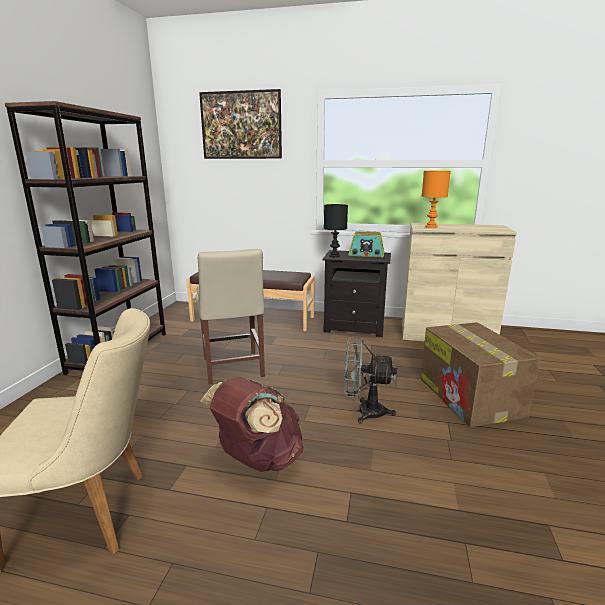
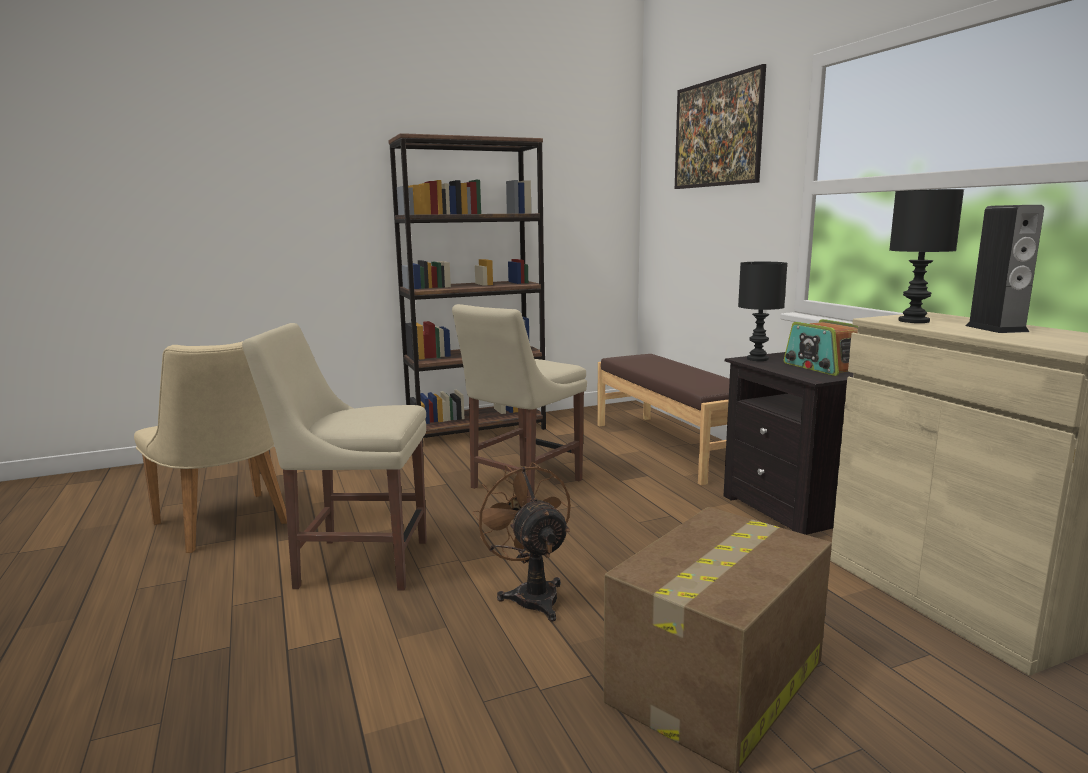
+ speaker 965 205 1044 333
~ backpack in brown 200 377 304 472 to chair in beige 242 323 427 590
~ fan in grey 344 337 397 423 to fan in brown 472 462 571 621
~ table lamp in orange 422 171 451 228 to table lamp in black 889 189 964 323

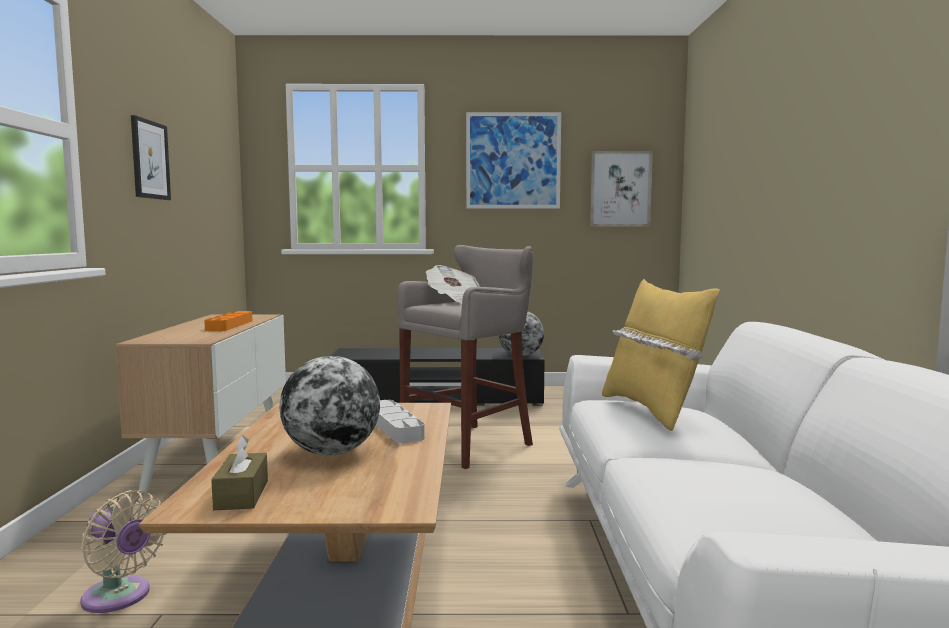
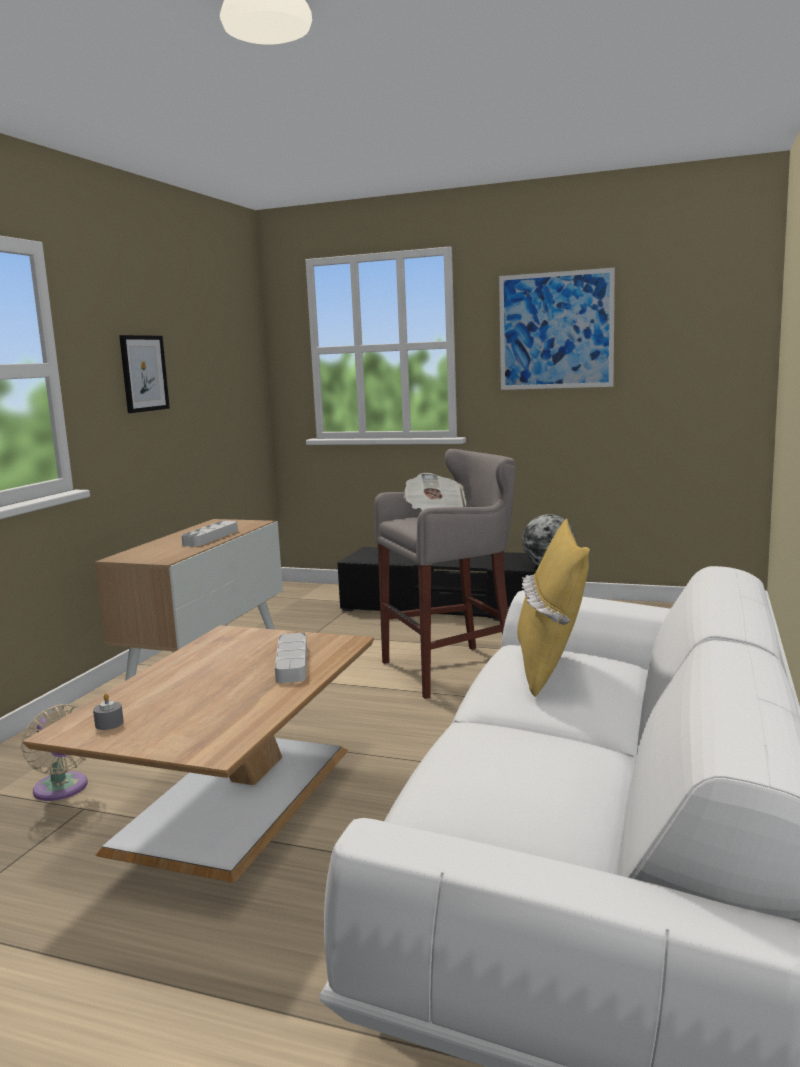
- globe 280 356 380 456
- picture 590 151 653 226
~ tissue box in brown 211 435 268 510 to candle in grey 93 693 124 730
~ tray in orange 204 311 253 331 to tray in grey 181 521 238 547

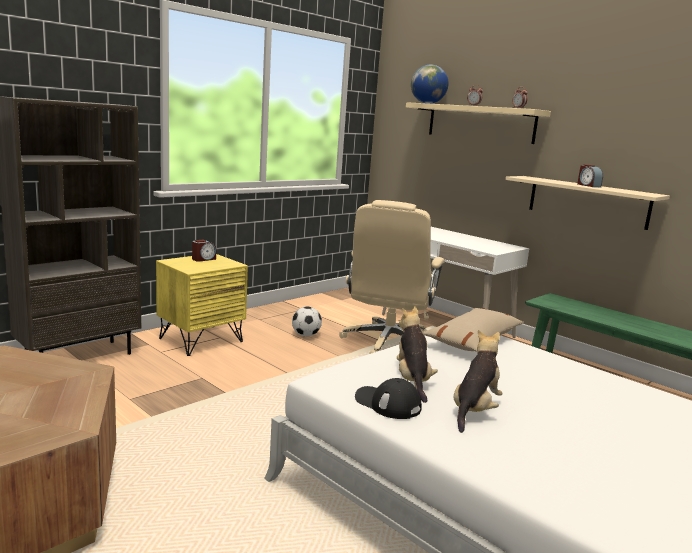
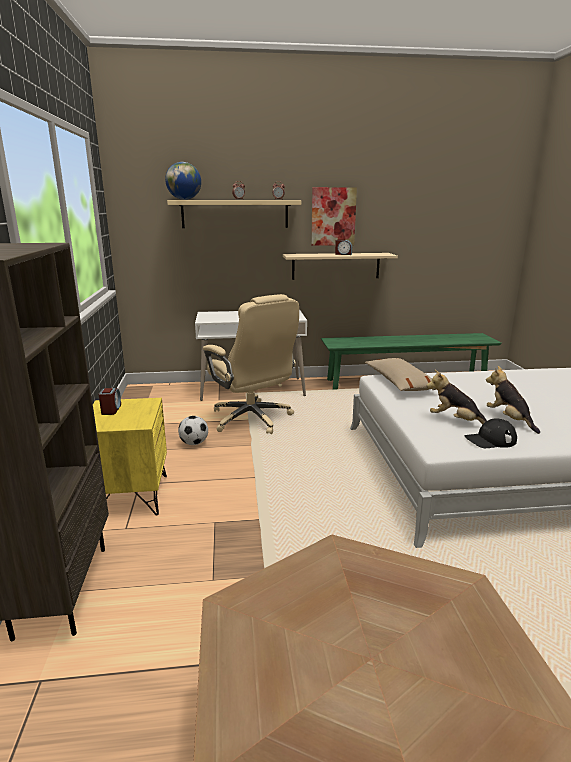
+ picture 311 187 357 246

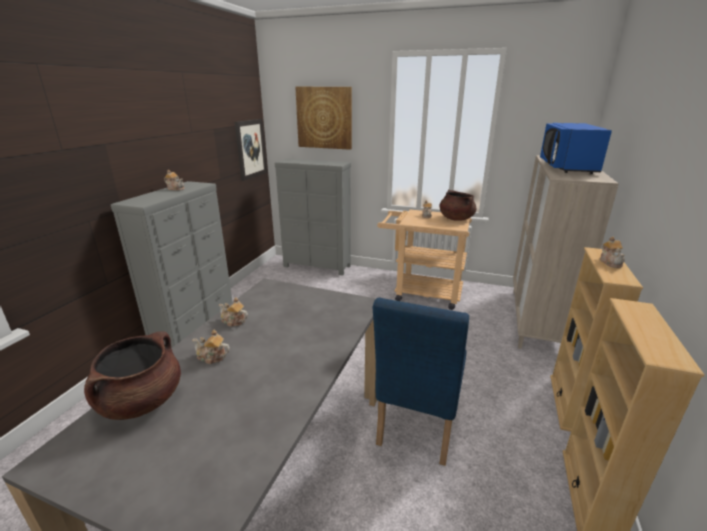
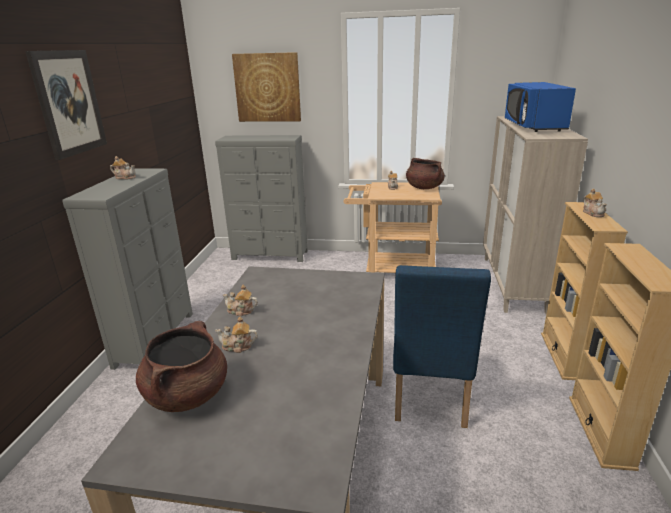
~ picture 235 119 267 181 to 25 50 107 160

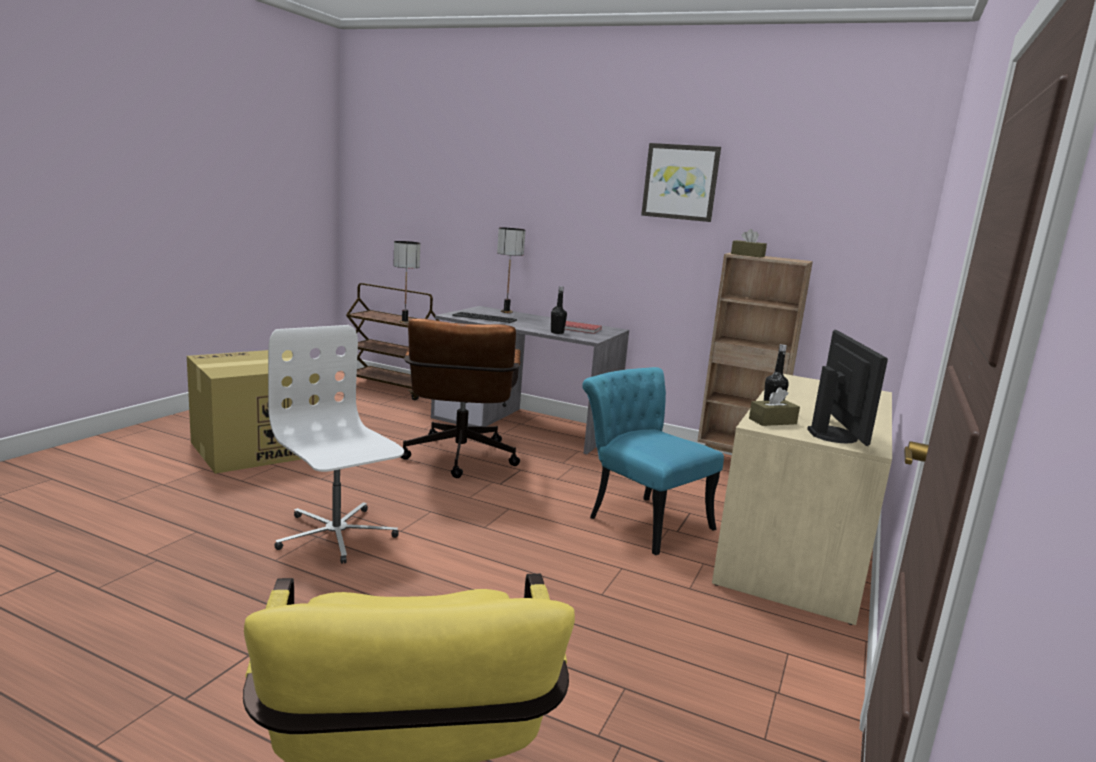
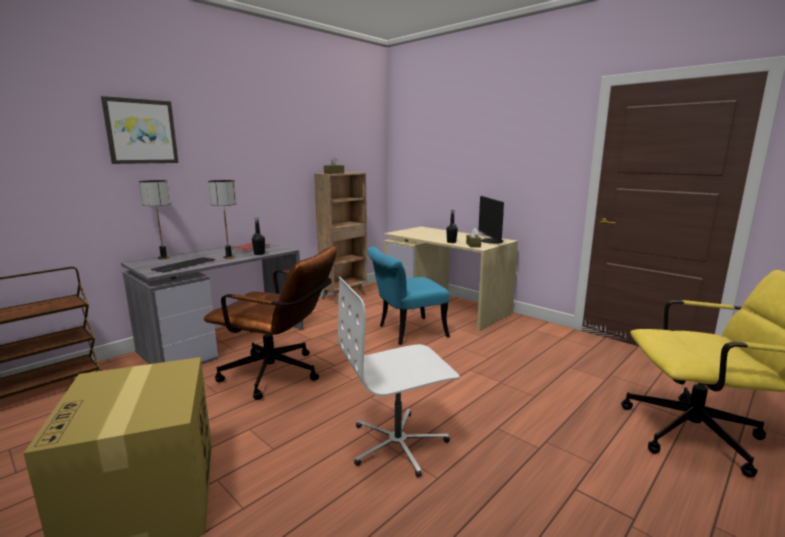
~ table lamp 393 241 420 324 to 208 180 237 259
~ picture 641 143 721 222 to 101 96 178 164
~ monitor 807 330 888 446 = 478 196 504 244 120 degrees counterclockwise

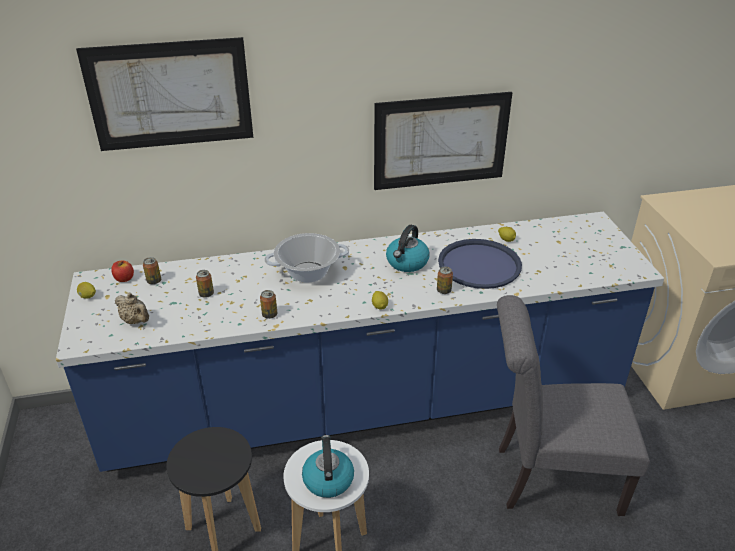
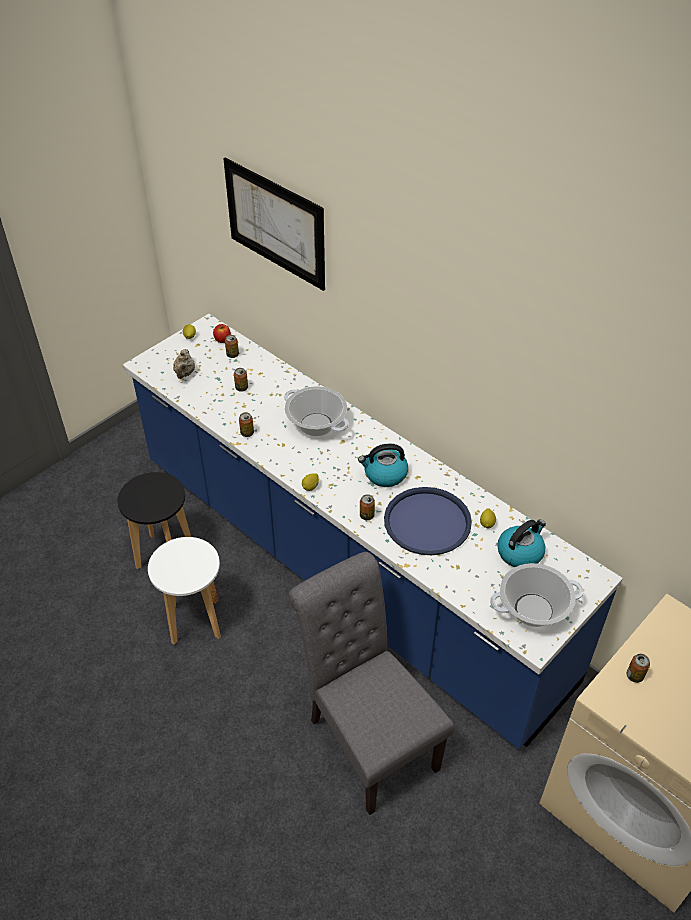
- picture 374 92 512 190
+ cooking pot 490 563 584 627
+ can 627 654 650 683
~ kettle 302 435 354 498 to 497 519 546 567

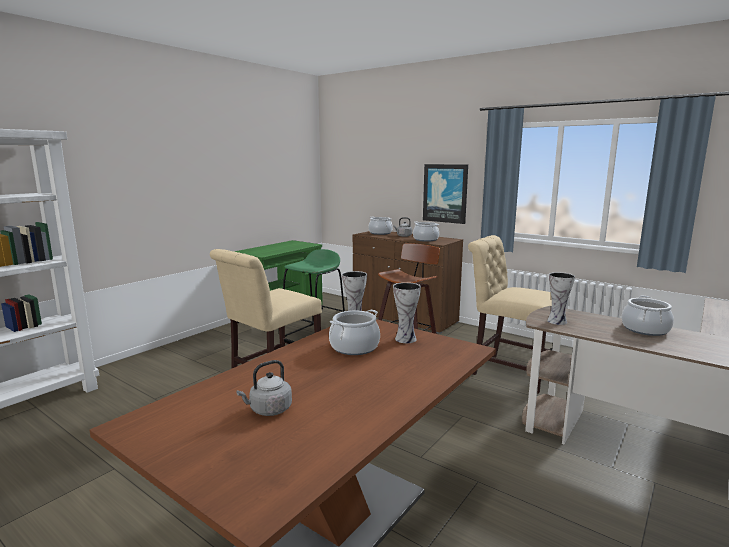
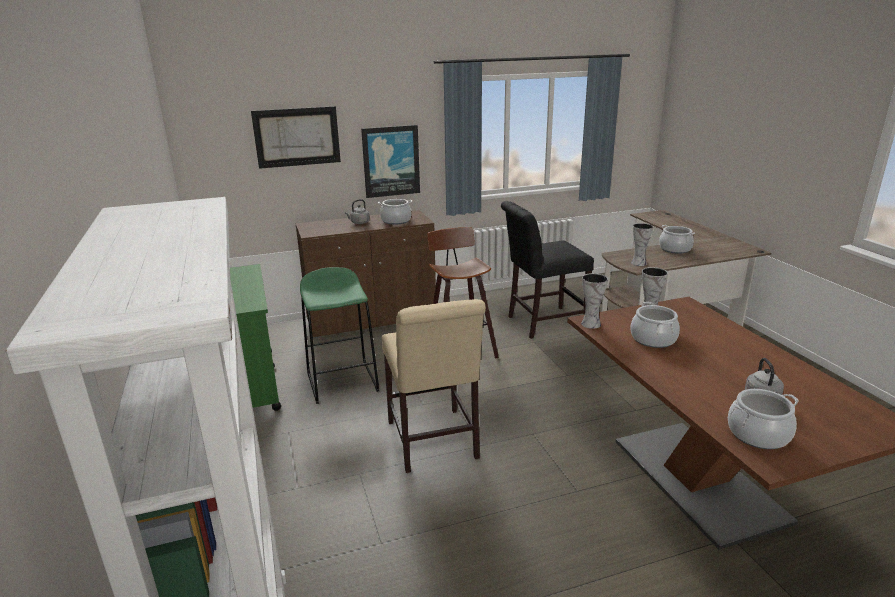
+ picture 251 106 341 169
~ cooking pot 369 217 393 235 to 728 389 799 449
~ chair in beige 468 235 552 394 to chair in black 501 201 594 339

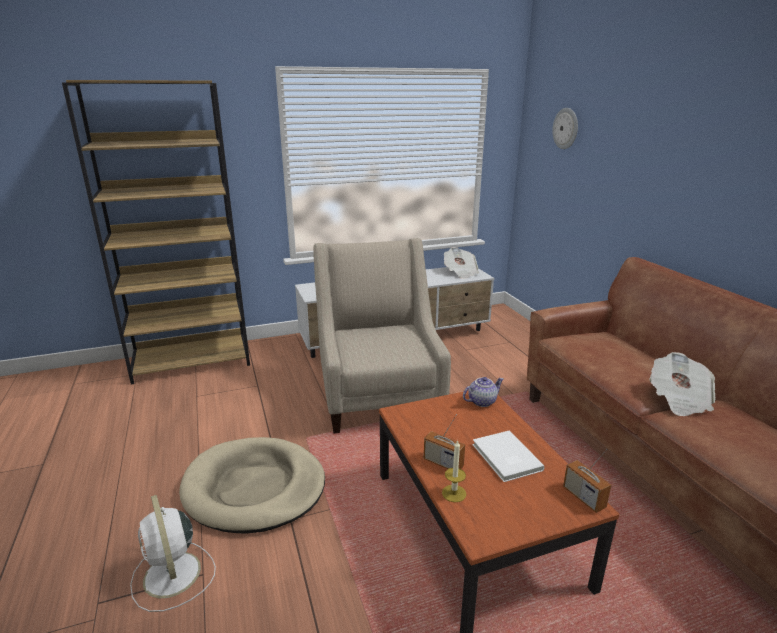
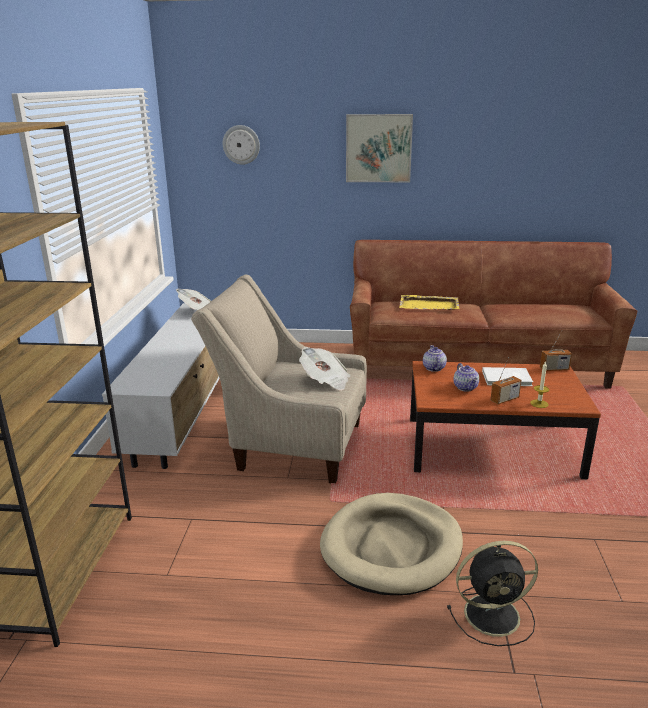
+ picture 346 114 413 182
+ tray in yellow 399 295 459 310
+ teapot 453 363 479 392
~ newspaper 649 352 715 416 to 299 347 351 390
~ fan in white 130 495 216 612 to fan in black 447 541 538 646

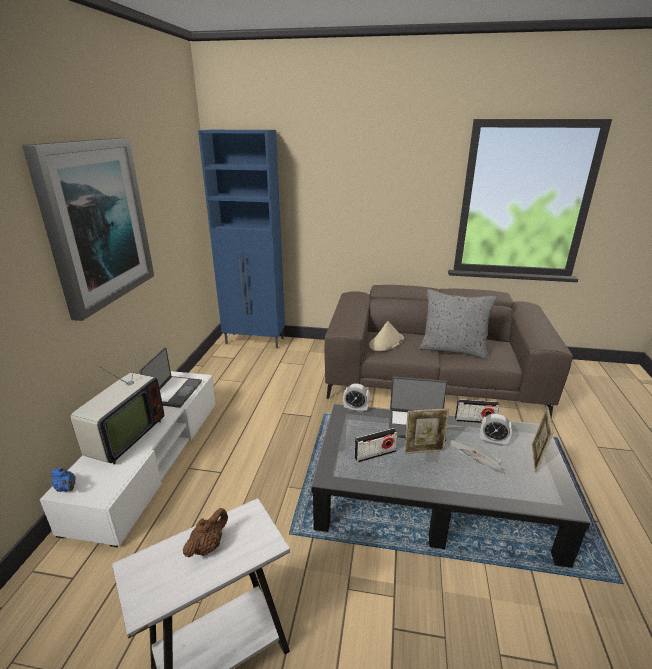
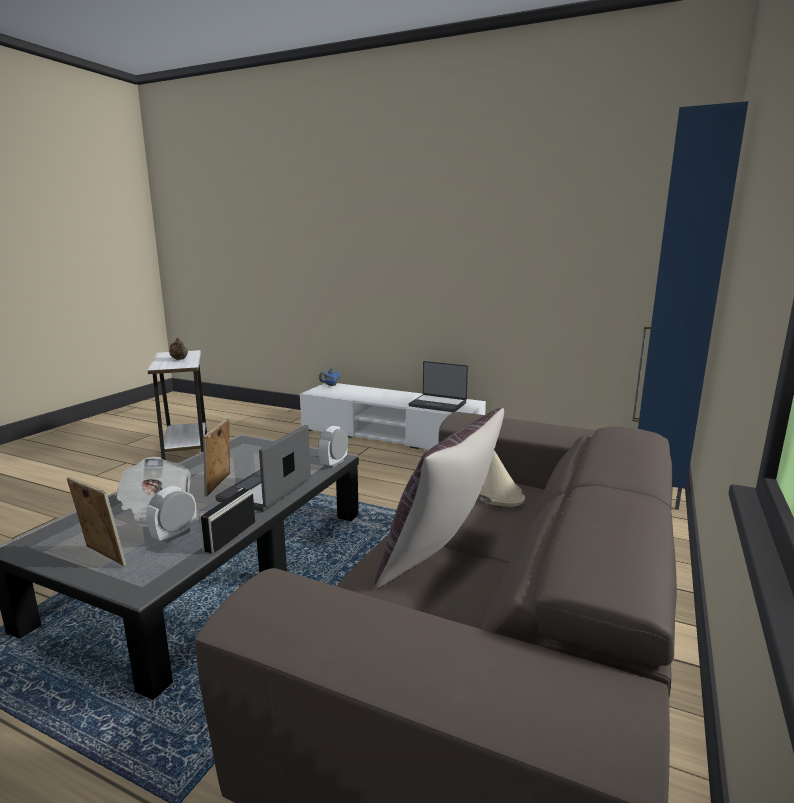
- picture 22 138 154 321
- television 70 339 164 464
- radio 355 428 398 462
~ pillow in grey 419 289 497 359 to pillow in brown 374 408 504 589

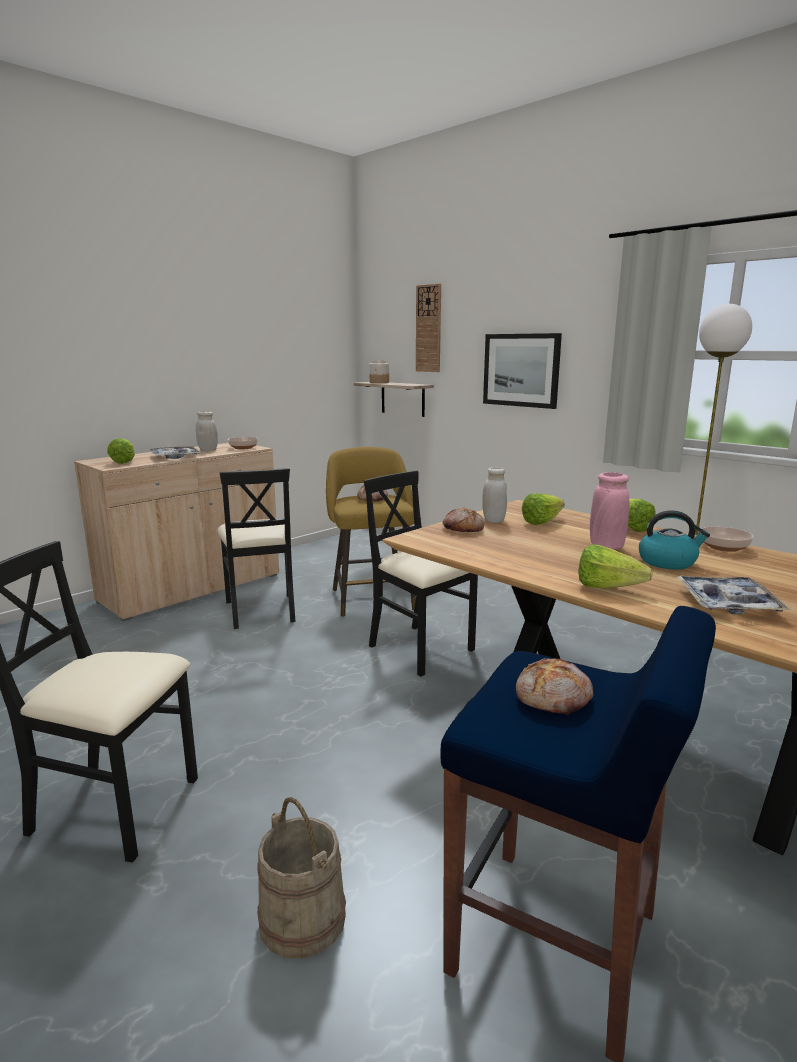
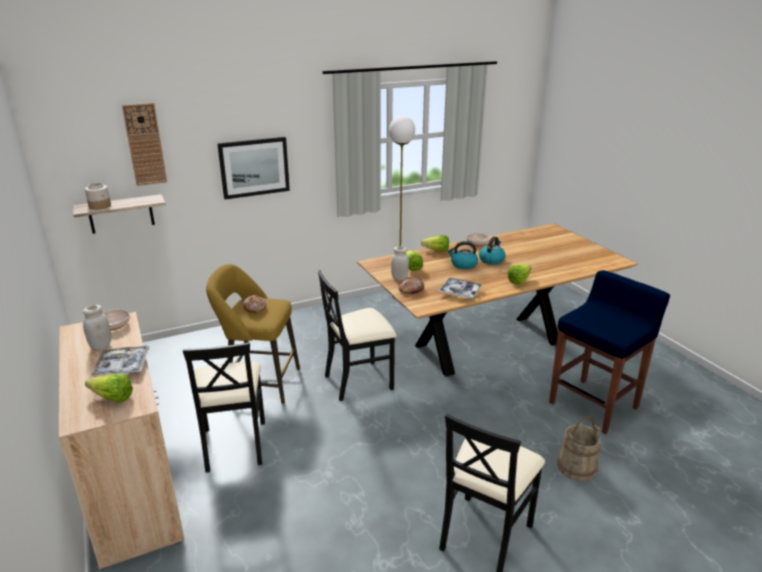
- bread 516 658 593 714
~ tray 677 576 790 614 to 438 278 484 299
~ vase in pink 590 472 629 550 to kettle 448 241 478 269
~ chair in black 217 468 295 629 = 183 342 265 473 75 degrees clockwise

